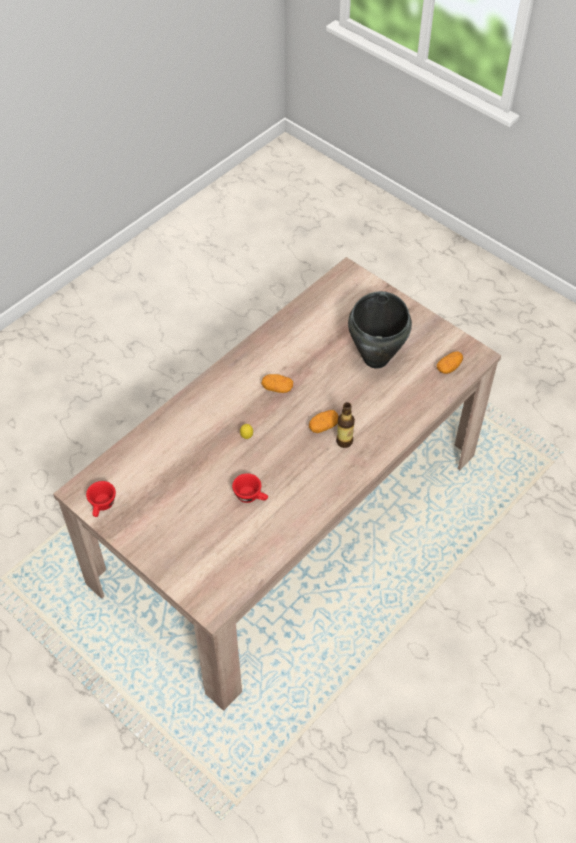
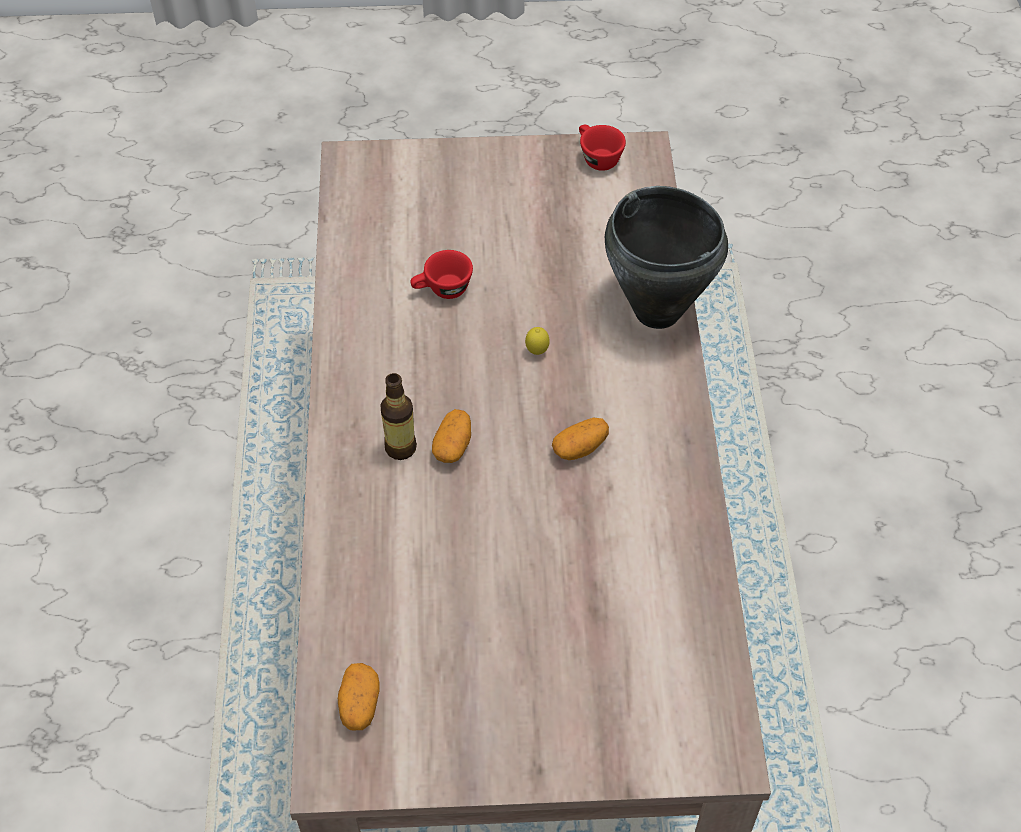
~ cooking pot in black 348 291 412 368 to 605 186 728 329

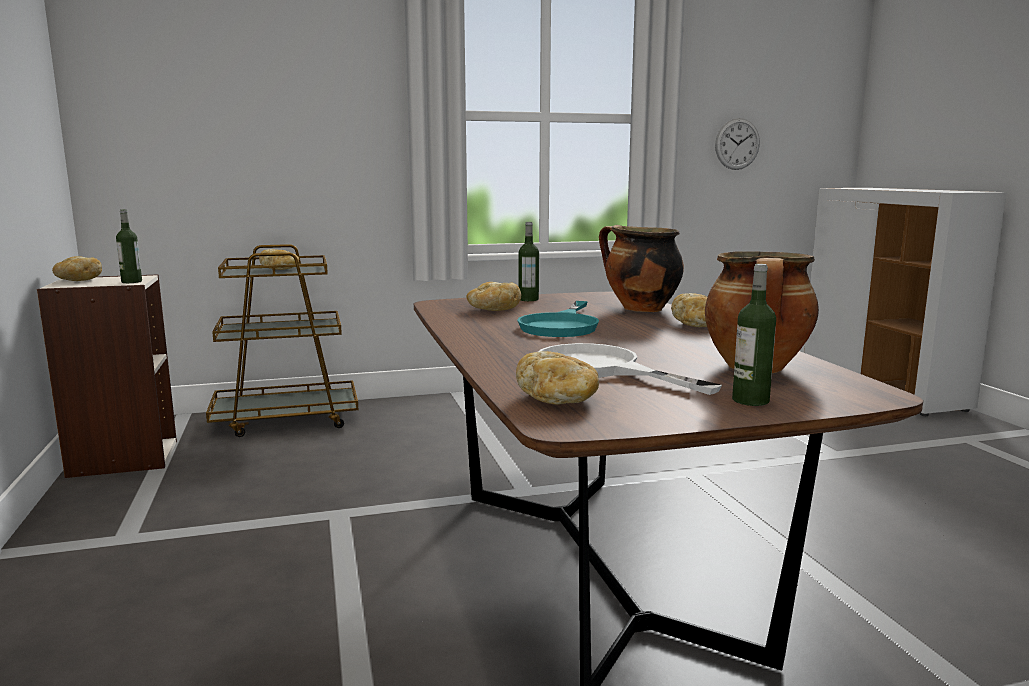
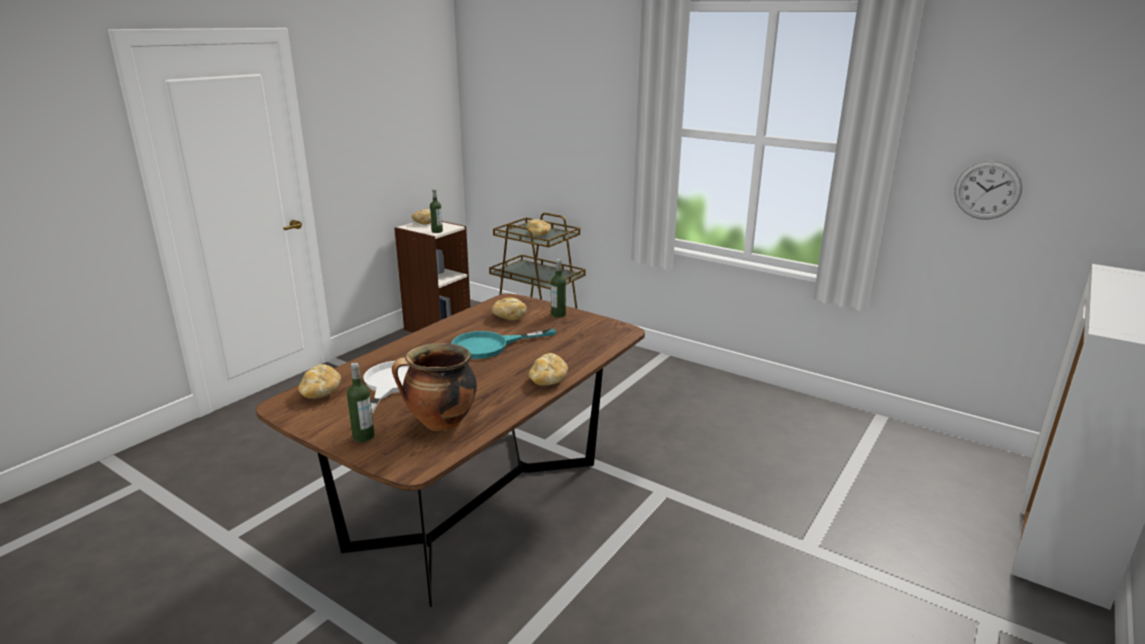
- cooking pot 599 225 684 312

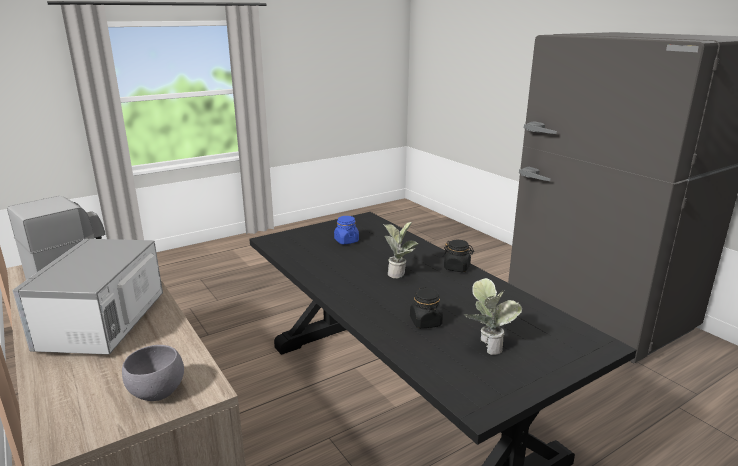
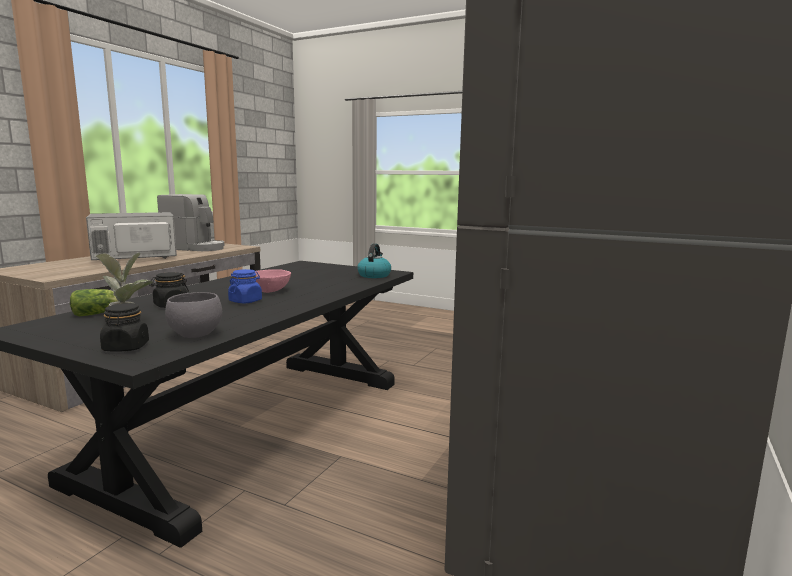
+ lettuce 70 289 118 316
+ kettle 357 244 391 278
~ bowl in grey 122 345 184 401 to 165 292 222 338
~ jar in blue 334 216 359 244 to 228 269 262 303
~ jar in black 443 240 474 272 to 100 303 149 352
~ potted plant 383 222 418 278 to bowl in pink 255 269 291 293

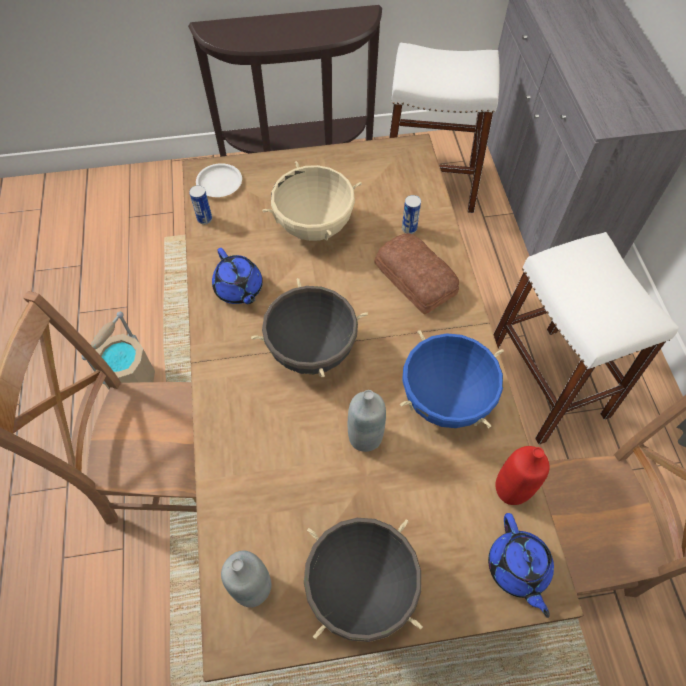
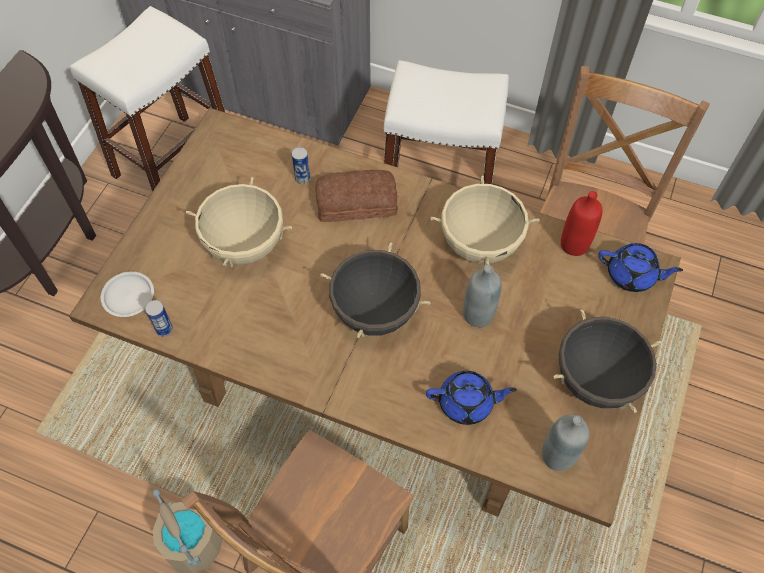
~ teapot in blue 212 248 263 304 to 426 371 517 425
~ cooking pot in blue 400 330 504 428 to cooking pot in beige 431 175 540 267

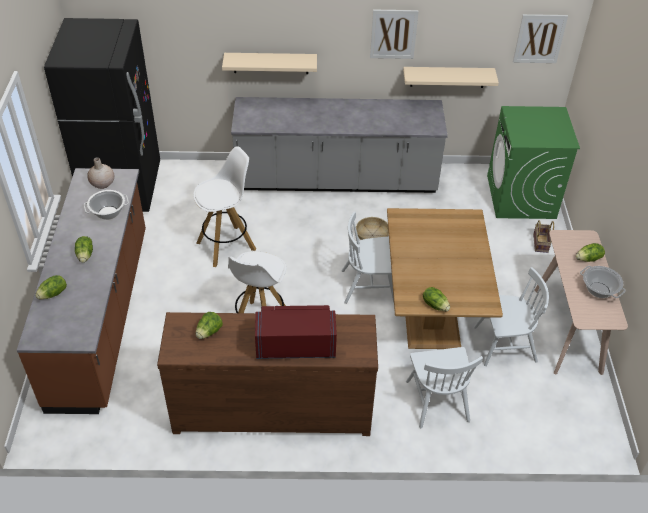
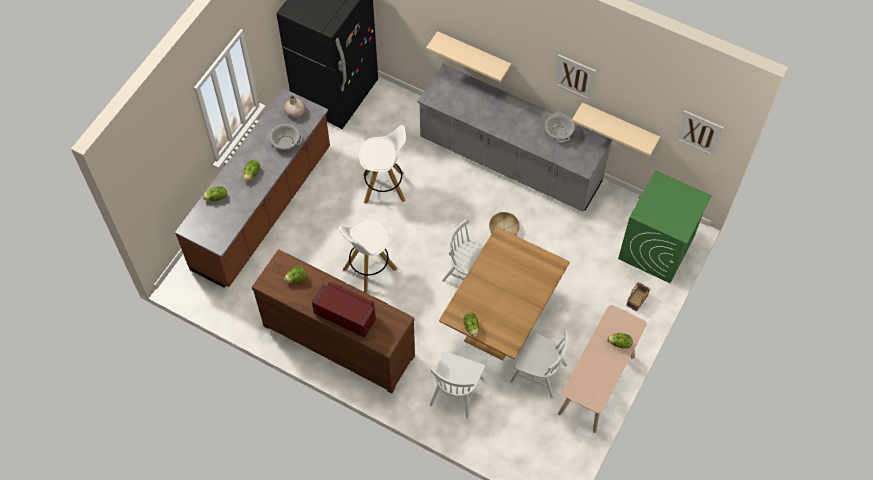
~ cooking pot 580 266 626 298 to 545 112 575 142

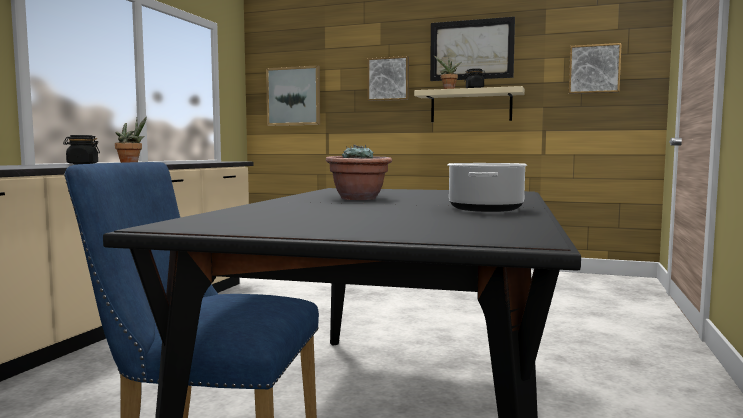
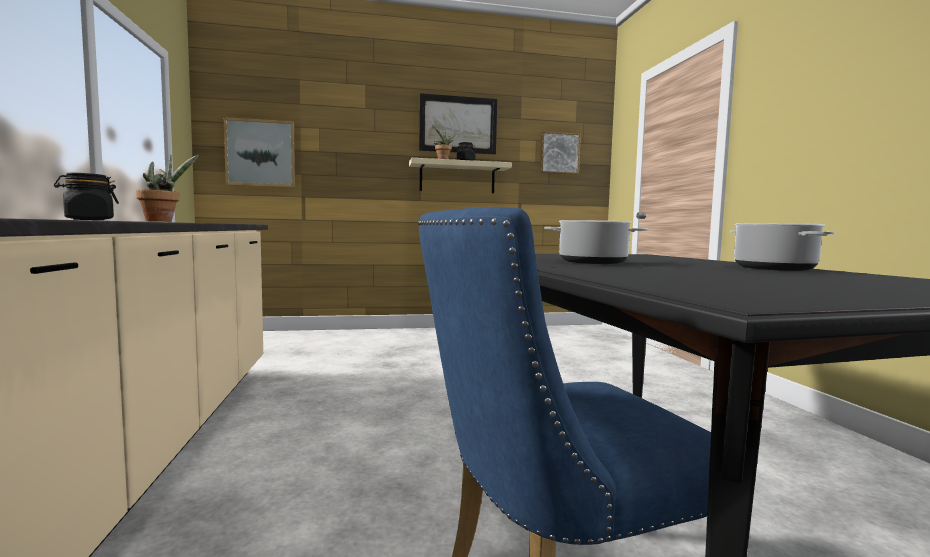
- picture 367 56 409 101
~ potted plant 326 144 392 200 to cooking pot 544 220 648 264

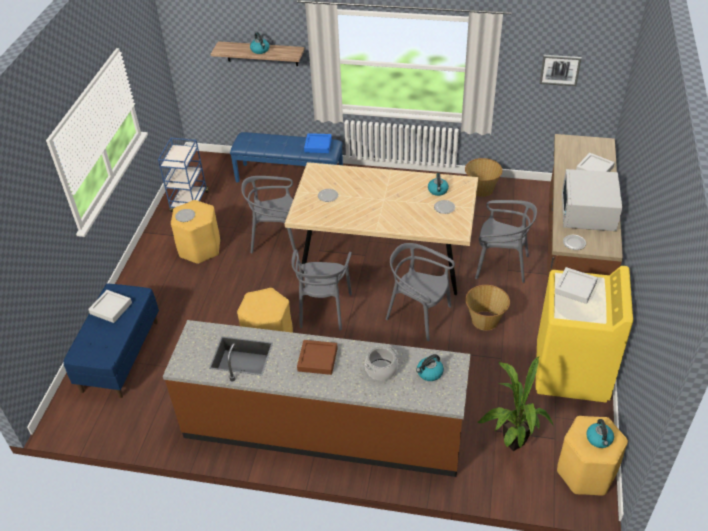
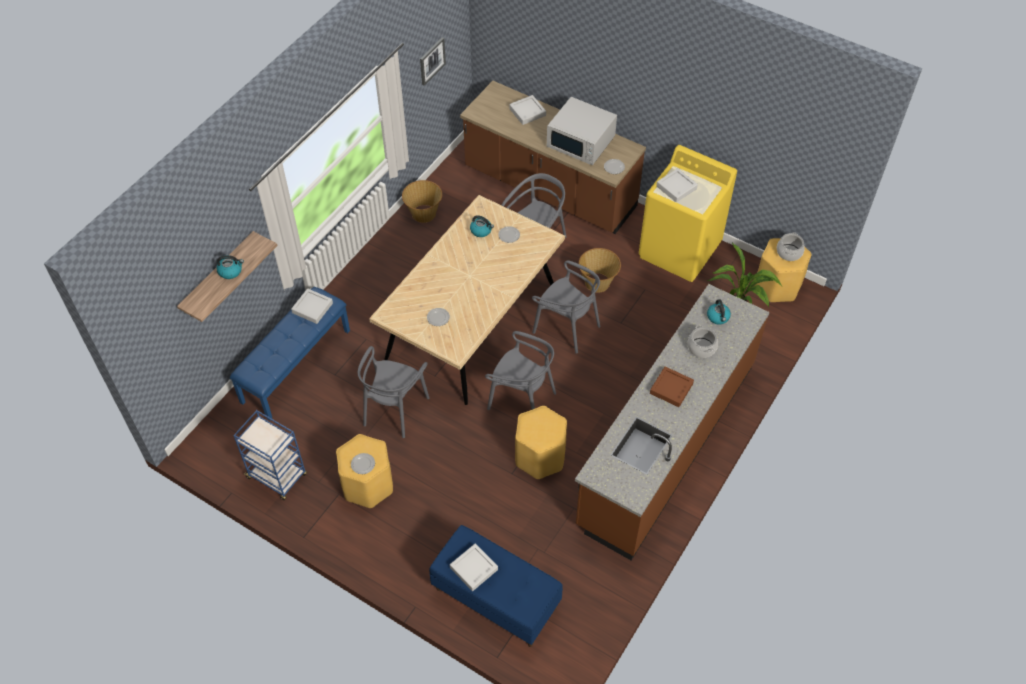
~ kettle 586 419 614 448 to cooking pot 777 232 805 261
~ tray in blue 304 133 332 153 to tray in grey 291 288 333 324
~ chair in grey 386 243 455 341 = 532 260 600 354 105 degrees counterclockwise

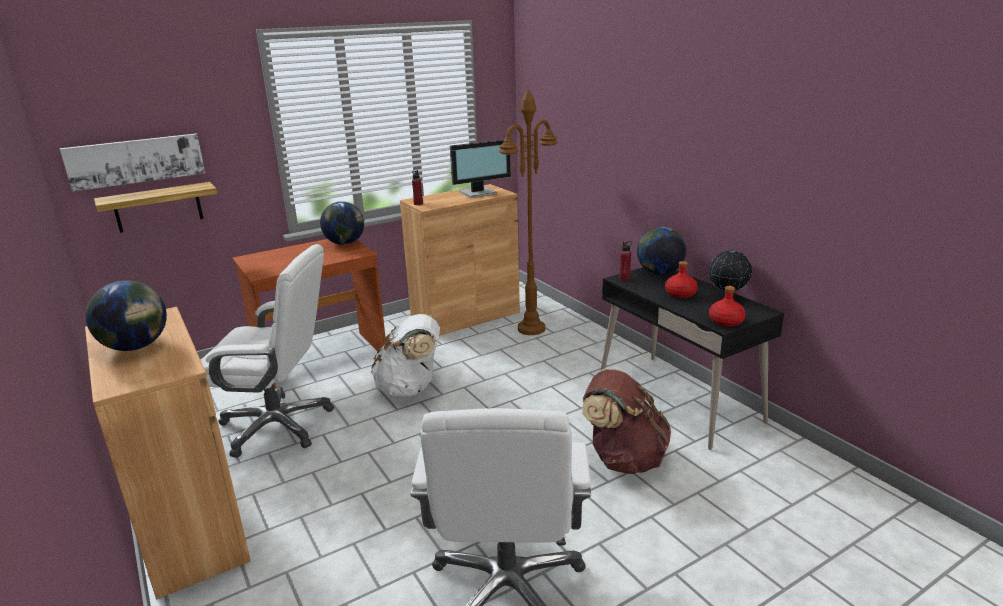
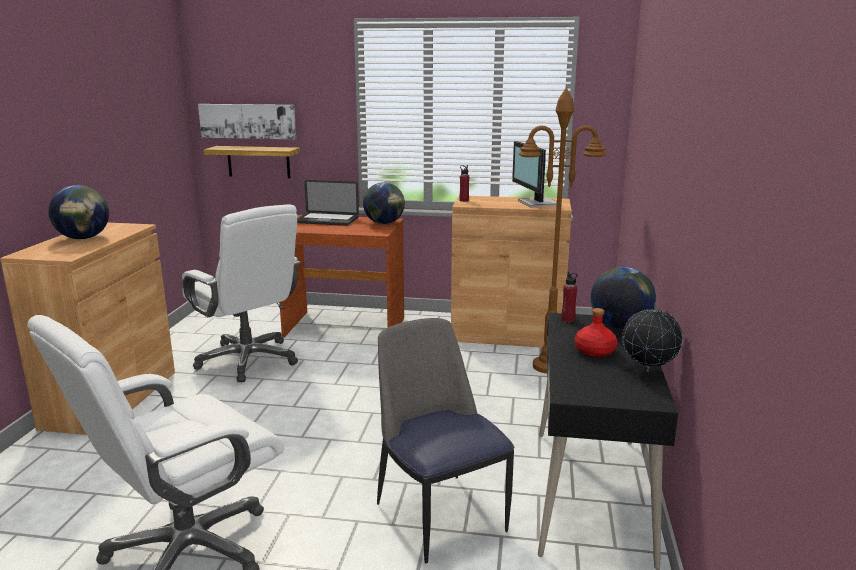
- backpack in white 371 314 440 396
- bottle in red 709 286 746 327
+ laptop 297 180 359 226
~ backpack in brown 582 369 671 474 to chair 377 318 514 563
~ monitor 450 139 511 198 = 512 141 557 207 60 degrees clockwise

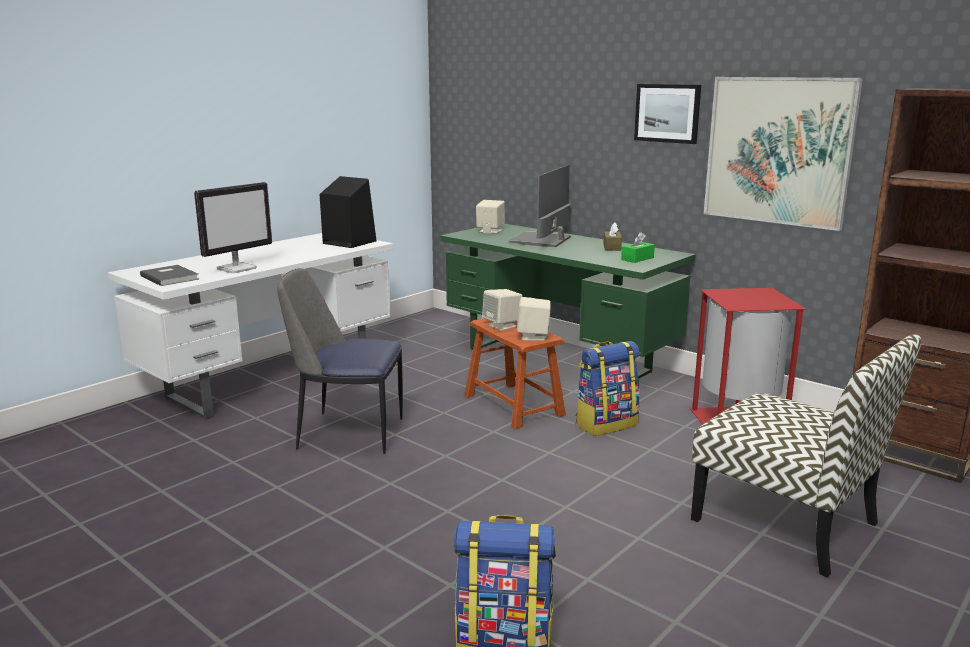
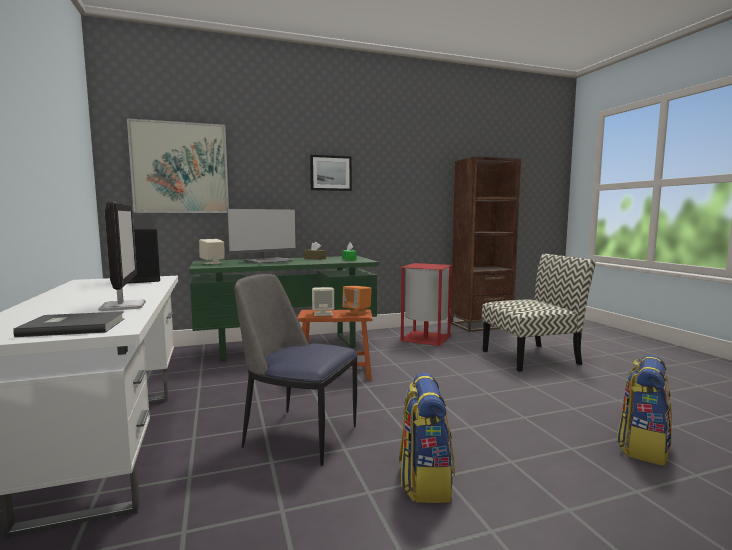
~ backpack 576 341 640 436 to 399 373 455 503
~ picture 704 77 863 231 to 127 118 229 213
~ speaker in beige 517 297 551 341 to speaker in orange 342 286 372 315
~ chair 277 268 403 454 = 234 274 357 466 75 degrees clockwise
~ monitor 509 164 571 247 = 227 209 296 264 90 degrees counterclockwise

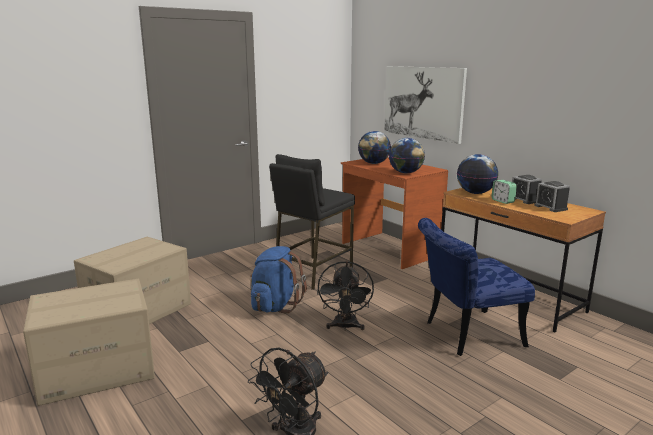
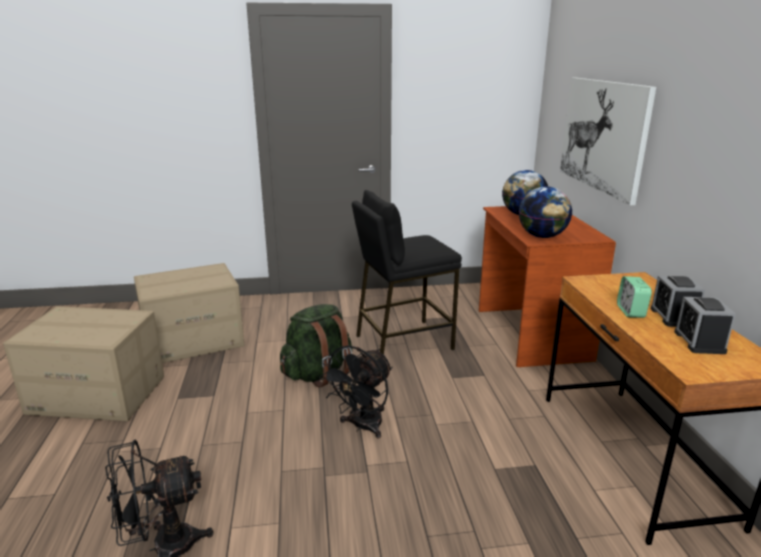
- chair in blue 418 218 535 356
- globe 457 154 498 194
~ backpack in blue 250 246 307 313 to backpack in green 280 304 352 388

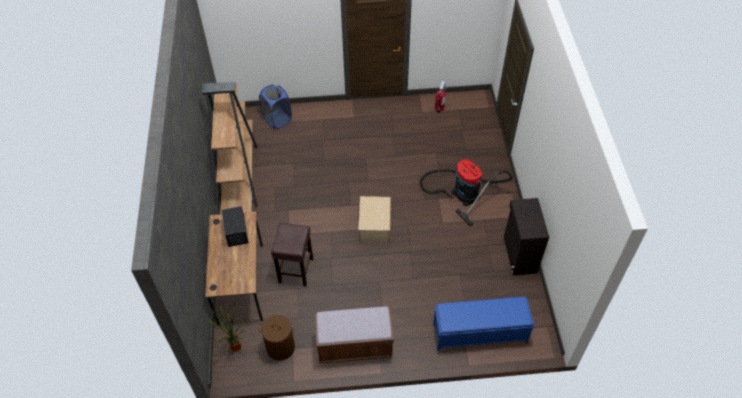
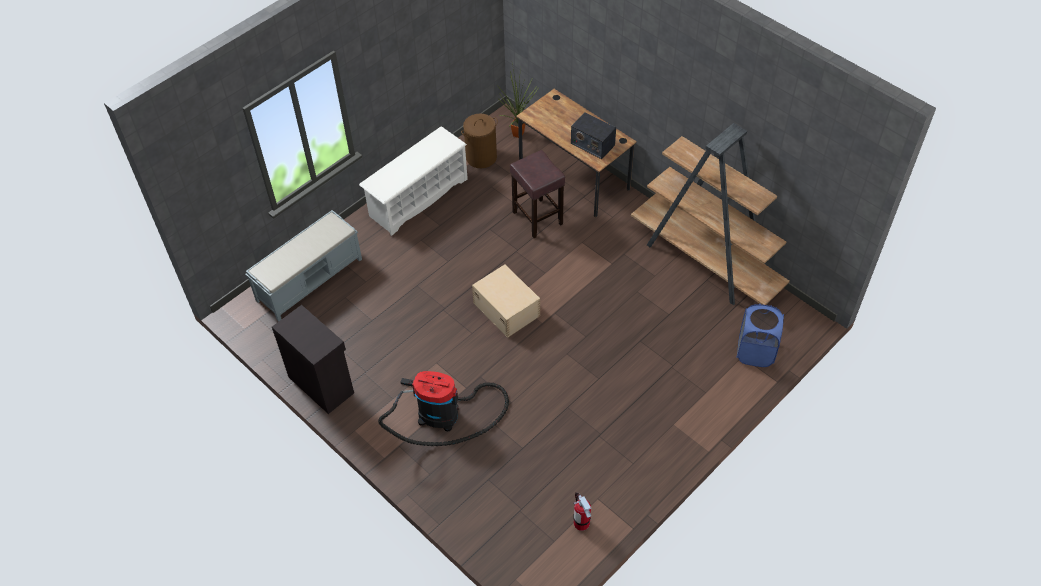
~ bench in brown 315 306 394 363 to shoe rack in white 359 126 468 236
~ bench in blue 433 297 534 351 to bench in grey 245 210 362 321

